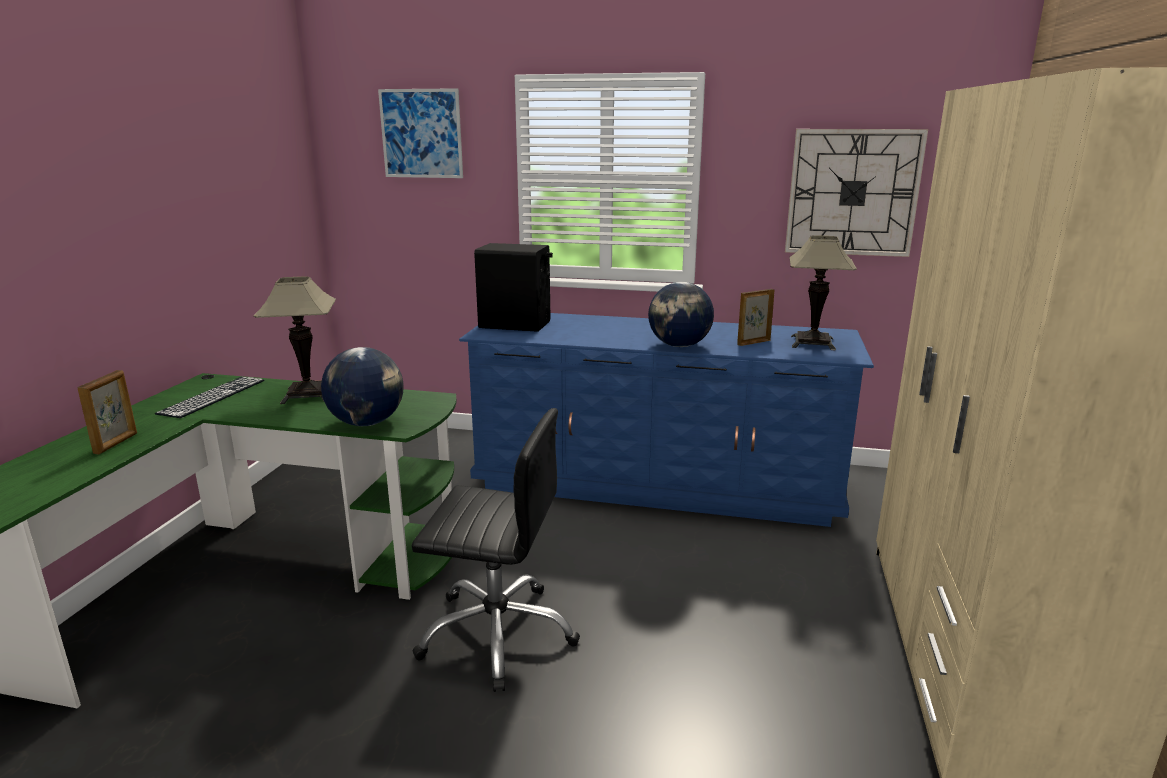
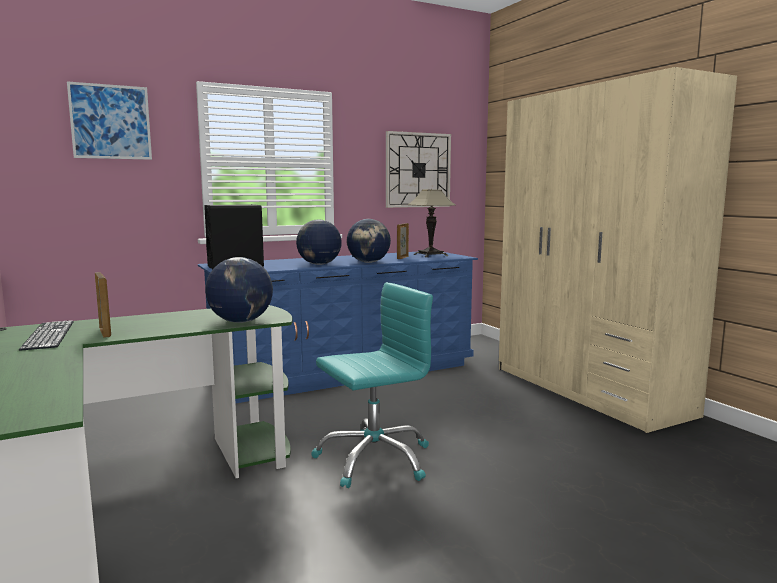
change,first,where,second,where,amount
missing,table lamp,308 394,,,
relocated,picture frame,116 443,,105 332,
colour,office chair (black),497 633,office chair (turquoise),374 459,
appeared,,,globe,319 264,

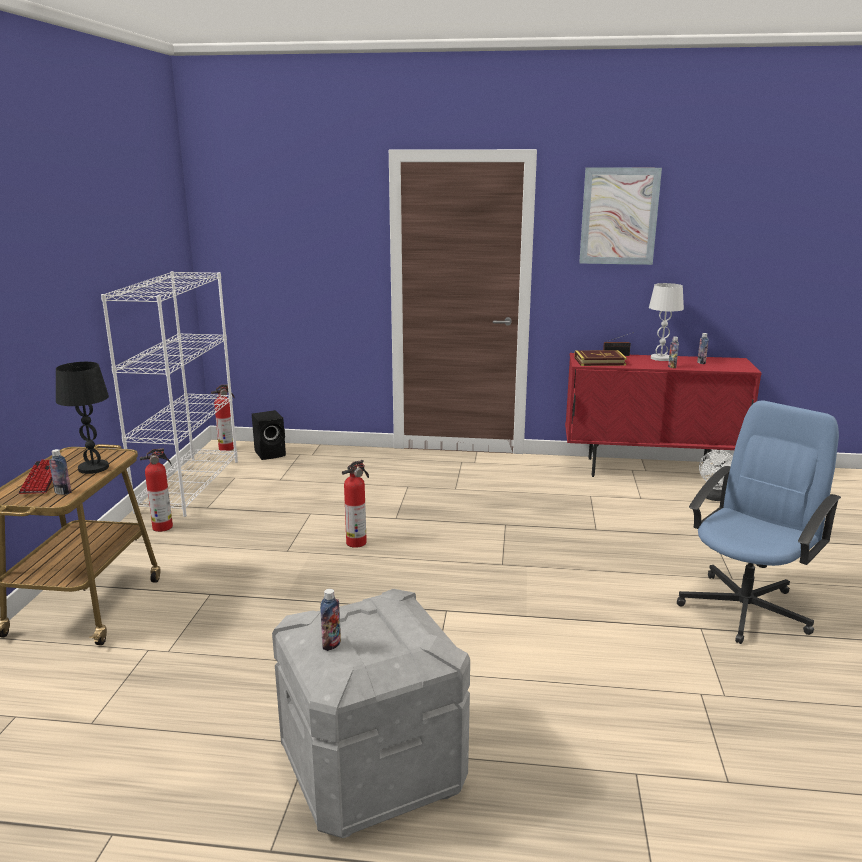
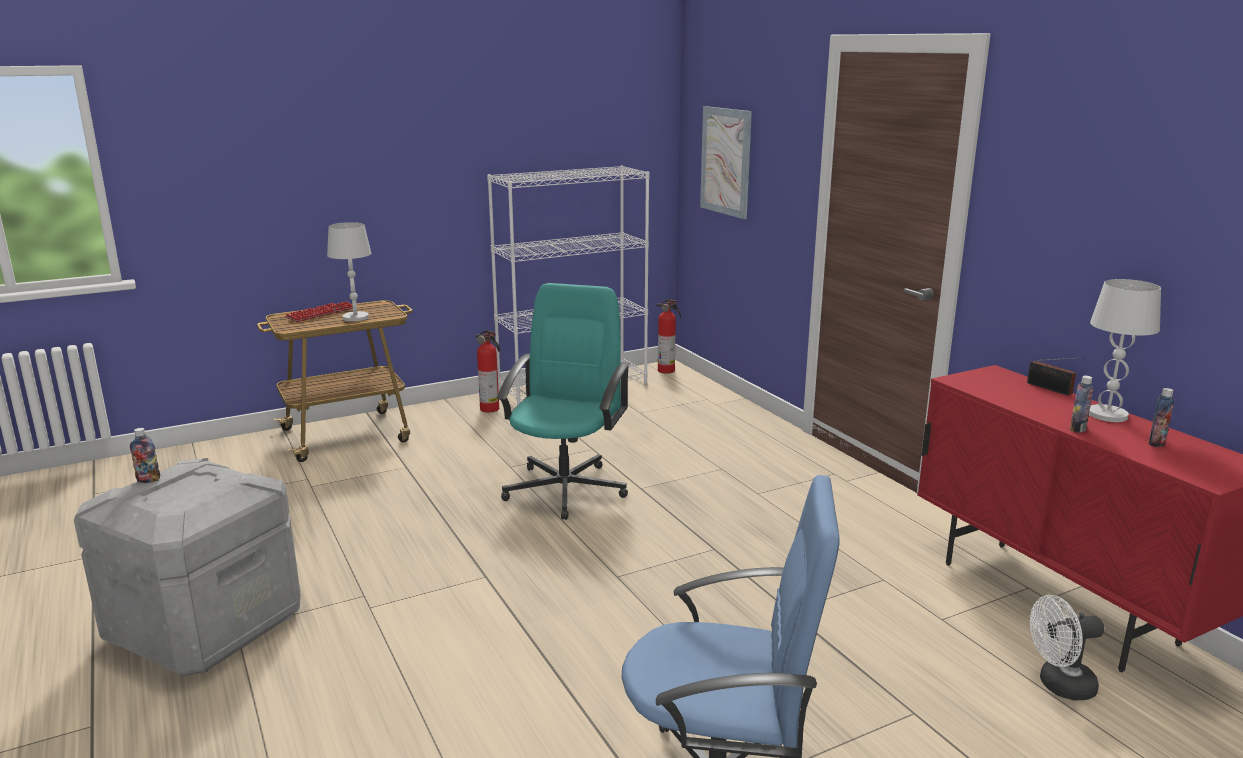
change,first,where,second,where,amount
relocated,picture,619 216,,725 161,
missing,book,599 361,,,
colour,table lamp (black),93 468,table lamp (white),355 317,
missing,speaker (black),271 453,,,
missing,bottle,63 492,,,
exchanged,fire extinguisher,357 542,office chair (turquoise),566 489,

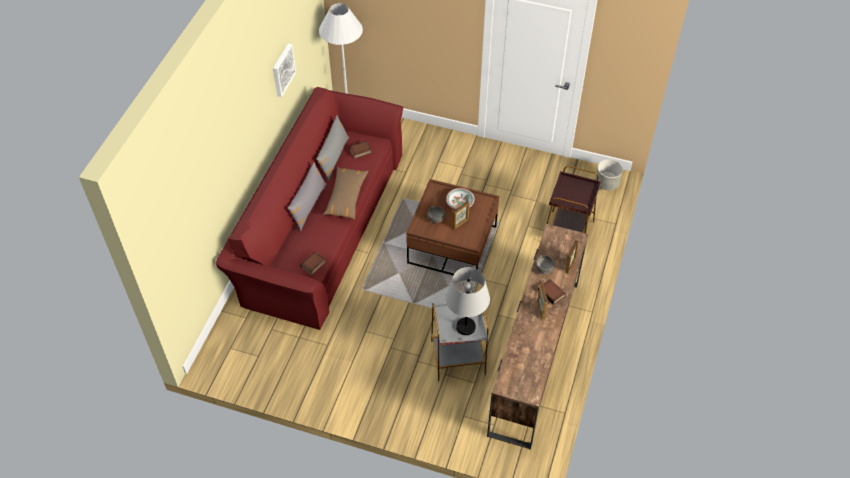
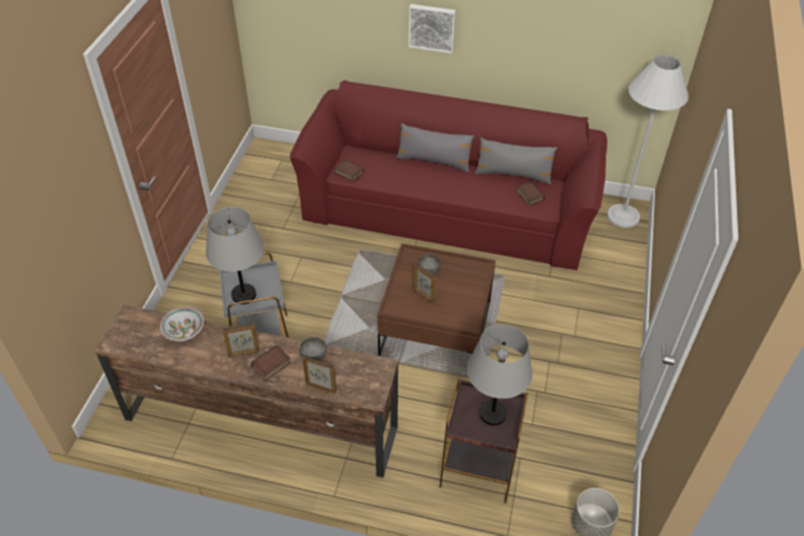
change,first,where,second,where,amount
relocated,picture,282 69,,432 27,
missing,pillow (brown),346 197,,,
relocated,bowl,459 204,,183 331,
appeared,,,table lamp (grey),492 413,

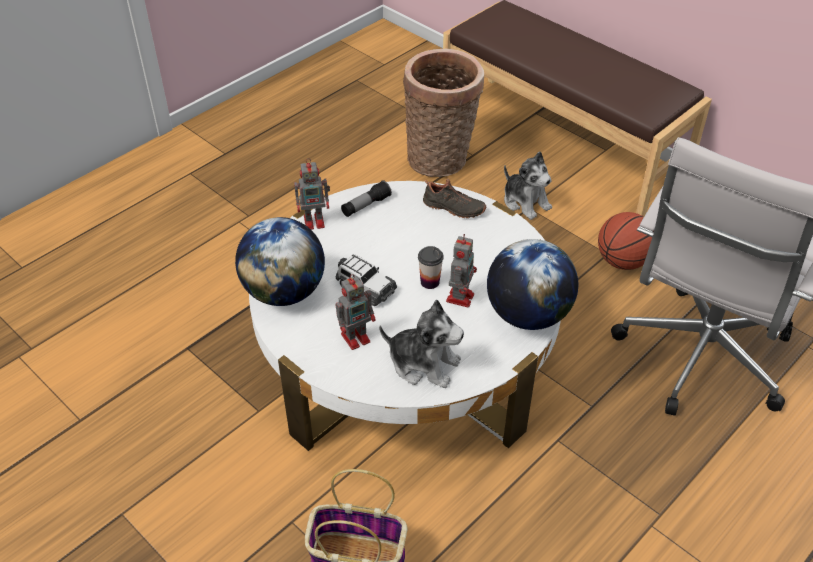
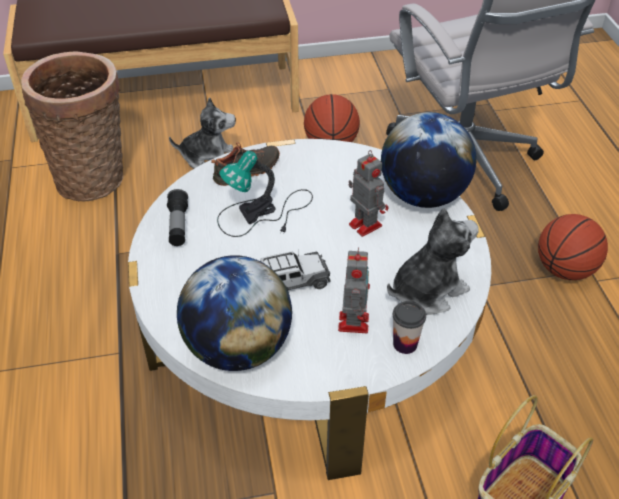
change,first,where,second,where,amount
missing,toy robot,315 221,,,
relocated,cup,430 282,,405 344,
appeared,,,table lamp,264 213,
appeared,,,basketball,564 269,

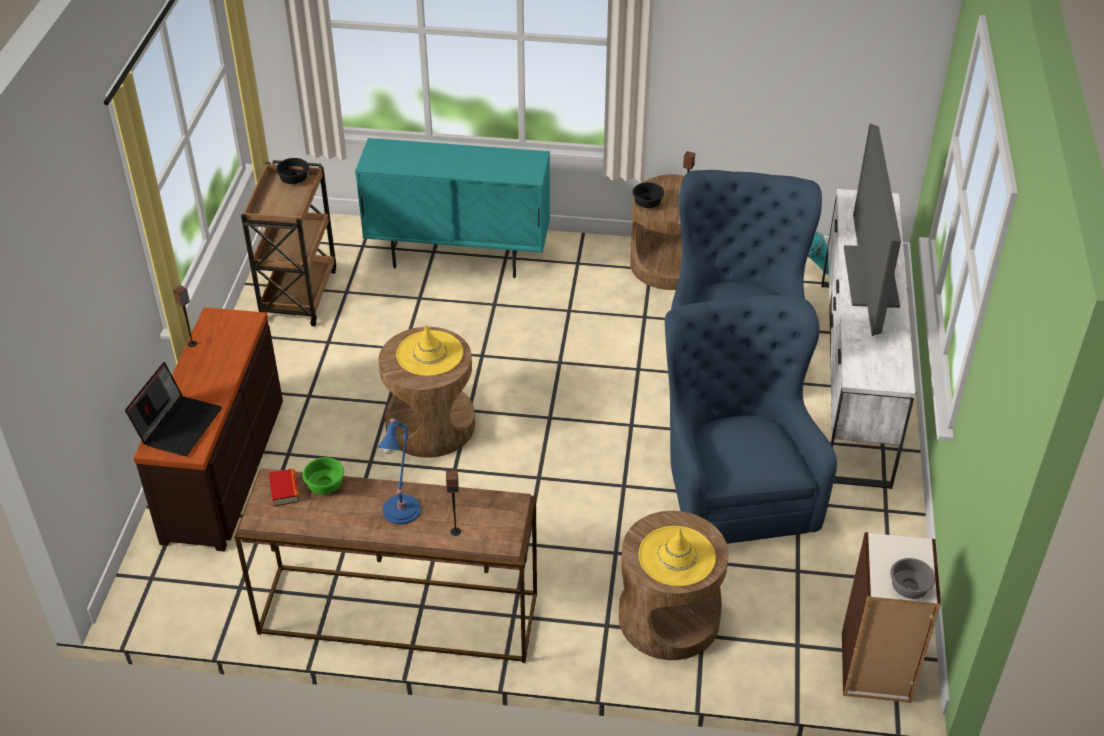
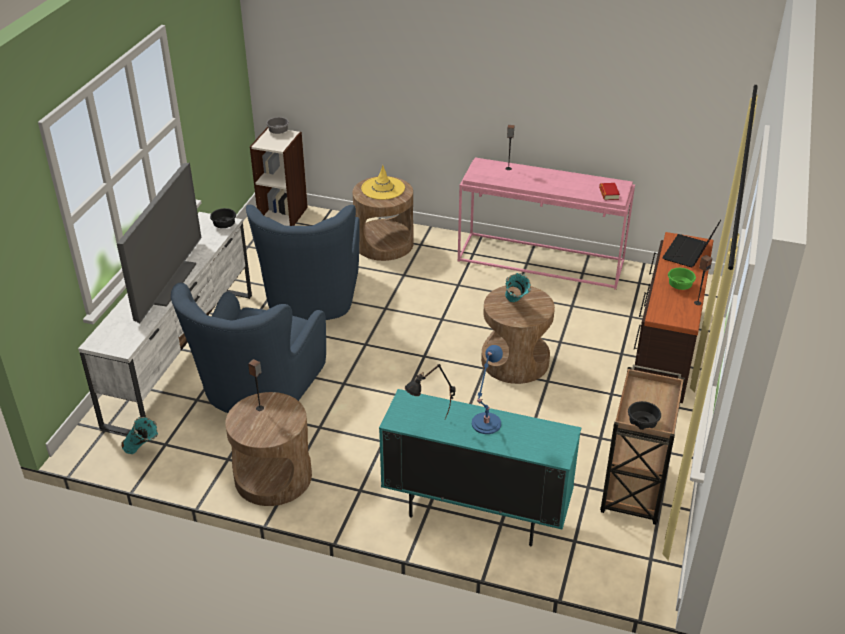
change,first,where,second,where,amount
relocated,bowl (black),646 203,,225 225,
exchanged,hat (yellow),430 354,vase (turquoise),515 306,
relocated,table lamp (blue),402 507,,485 425,
relocated,bowl (green),326 486,,679 285,
colour,console table (brown),396 615,console table (pink),542 260,
appeared,,,table lamp (black),430 427,

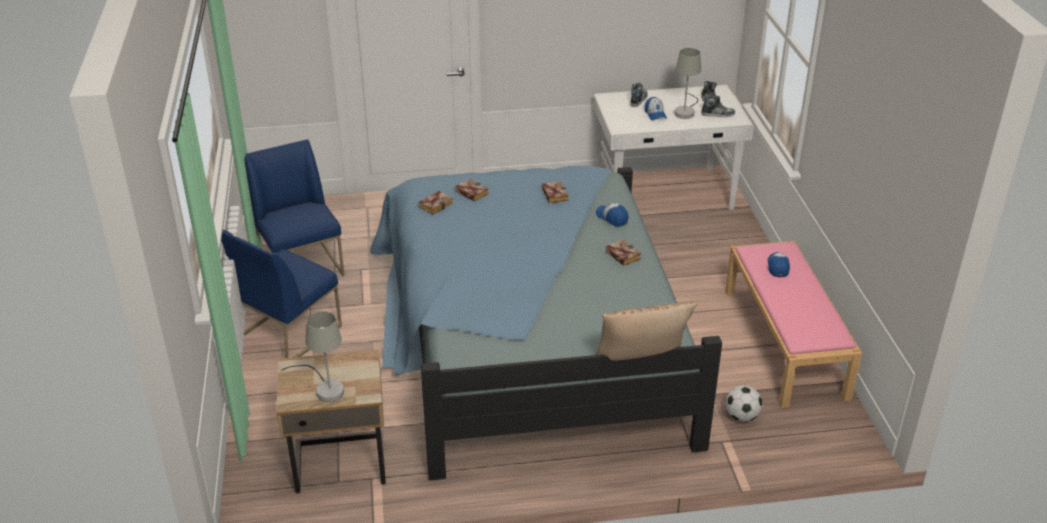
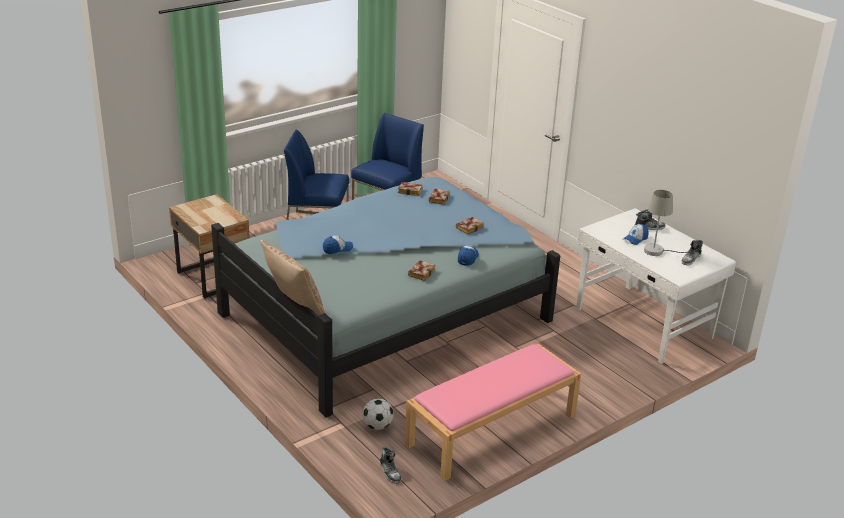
change,first,where,second,where,amount
relocated,shoe,717 114,,390 472,
relocated,cap,778 267,,337 249,
missing,table lamp (grey),325 388,,,

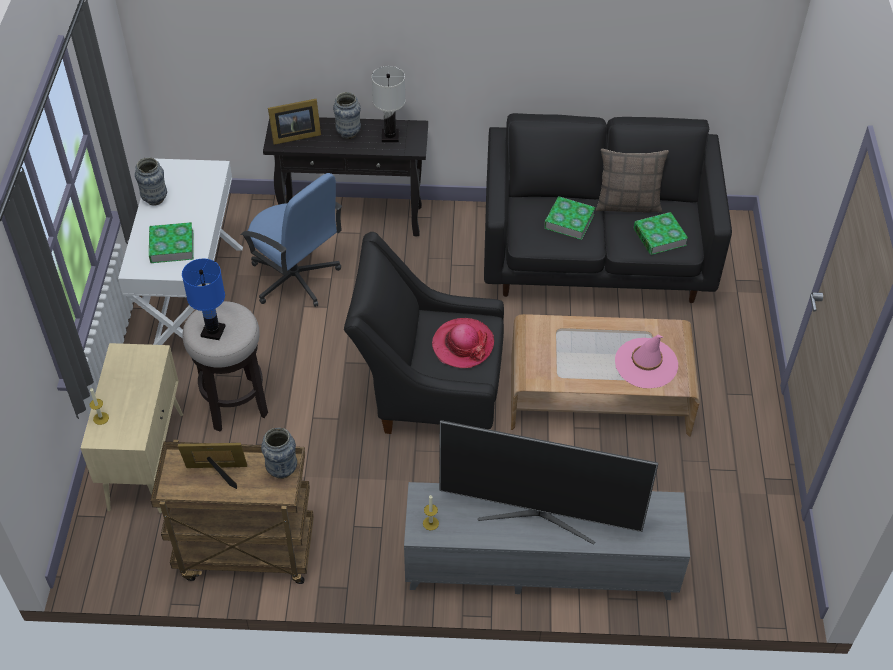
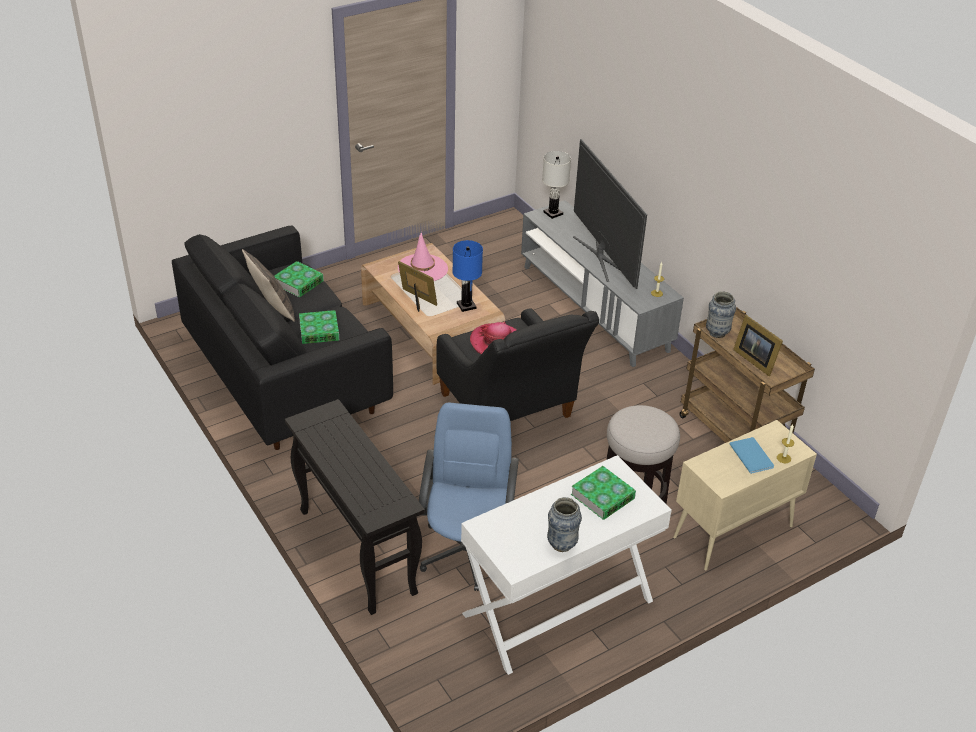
change,first,where,second,where,amount
relocated,table lamp (white),390 136,,553 213,
missing,vase,348 133,,,
relocated,picture frame,294 135,,417 300,
relocated,table lamp (blue),213 331,,466 306,
appeared,,,book (blue),752 455,

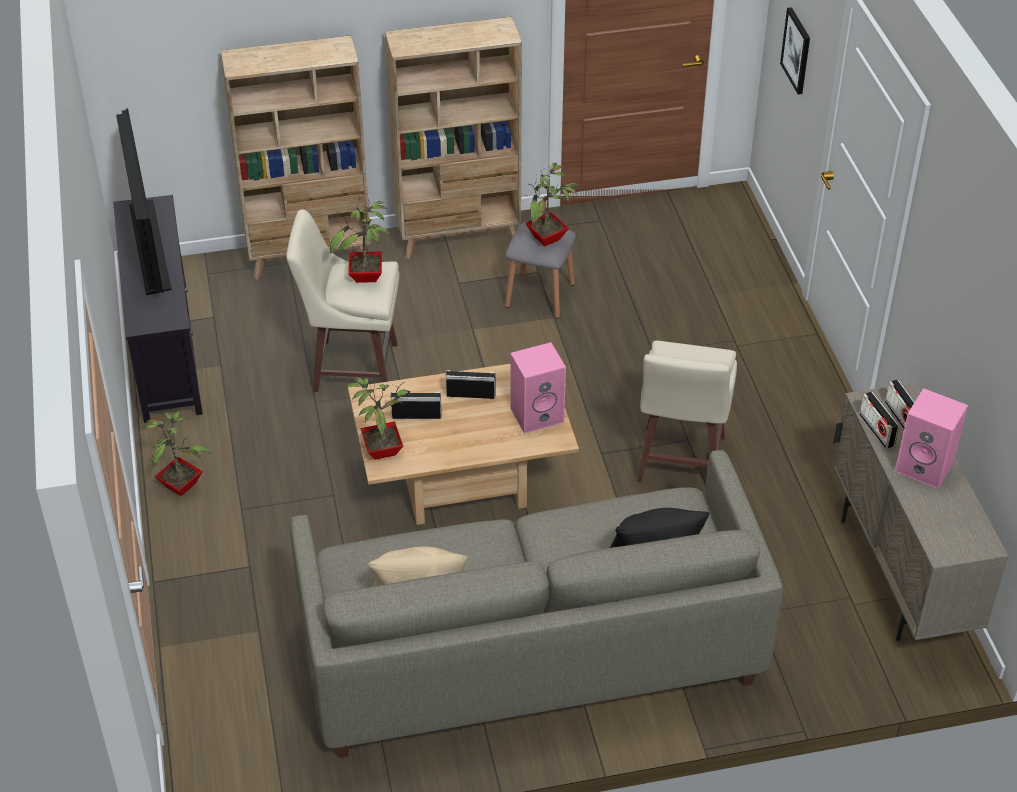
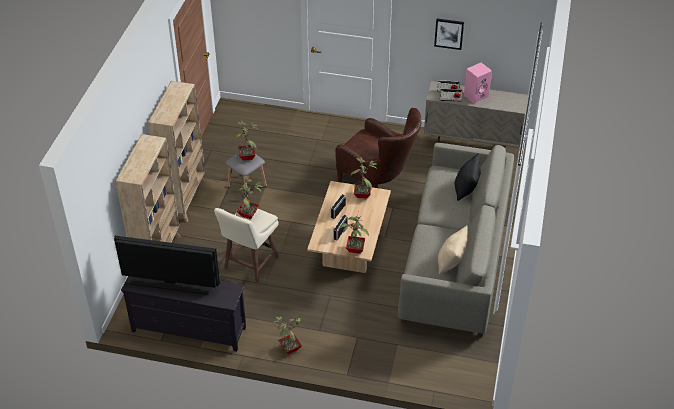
change,first,where,second,where,amount
relocated,picture,797 50,,449 33,
exchanged,stool (beige),679 461,armchair (brown),378 181,
exchanged,speaker (pink),538 414,potted plant,363 195,

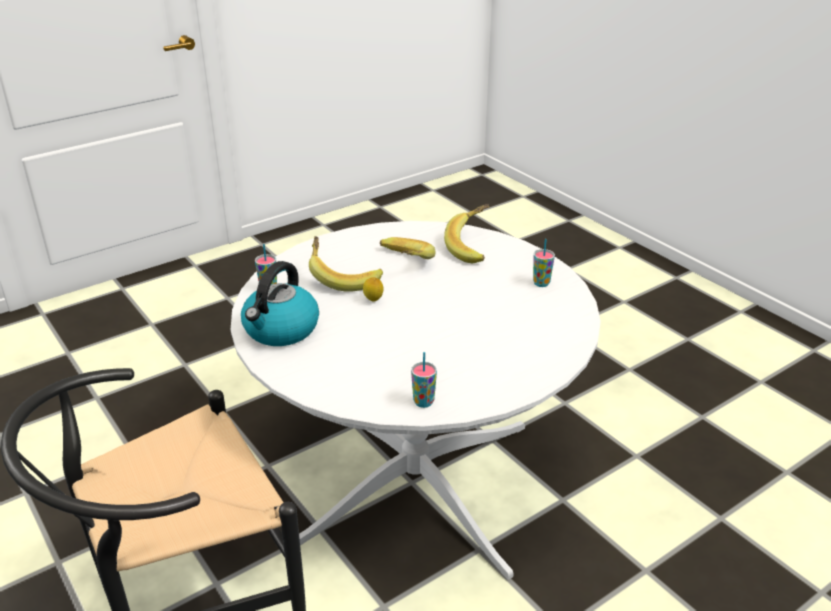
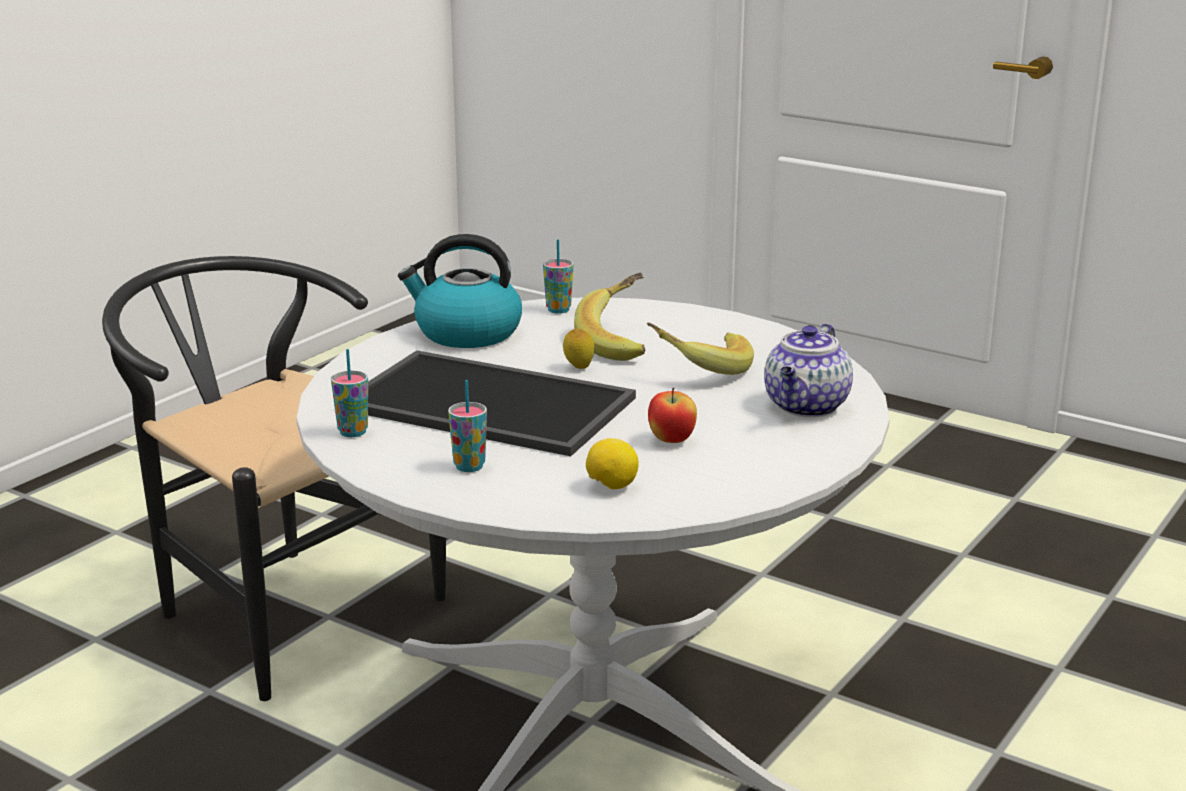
change,first,where,second,where,amount
exchanged,banana,474 247,teapot,806 407,
relocated,cup,541 283,,469 466,
appeared,,,tray,492 402,
appeared,,,apple,671 441,
appeared,,,lemon,611 487,

